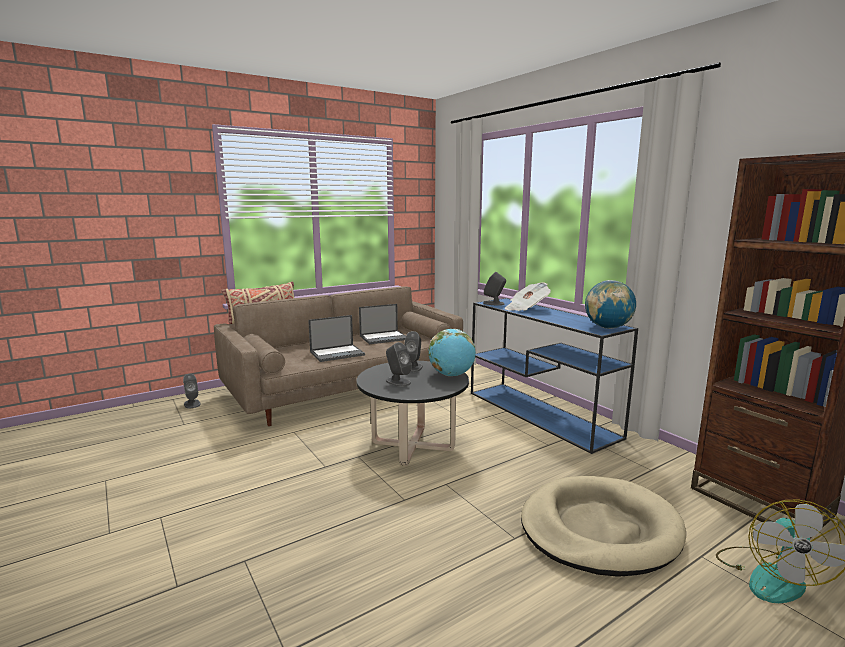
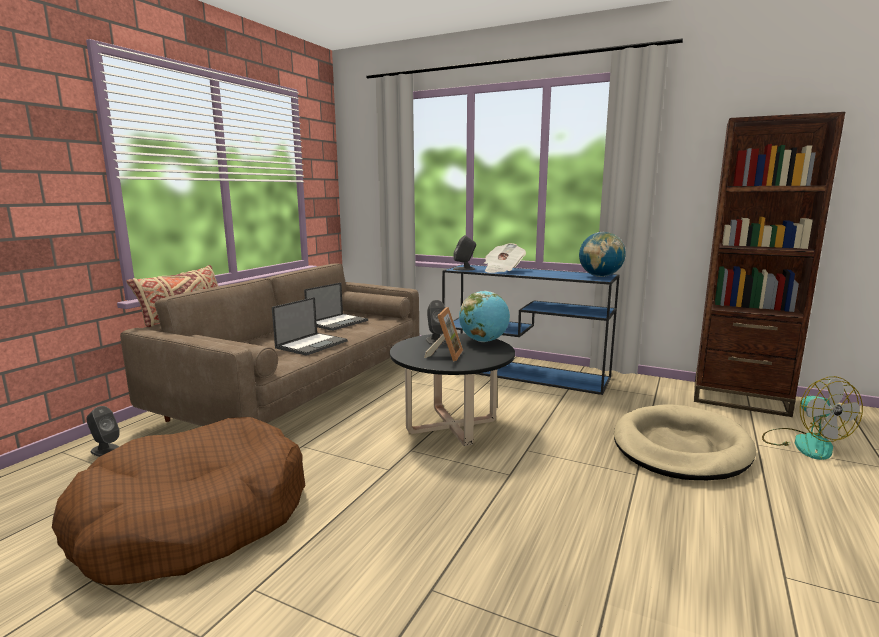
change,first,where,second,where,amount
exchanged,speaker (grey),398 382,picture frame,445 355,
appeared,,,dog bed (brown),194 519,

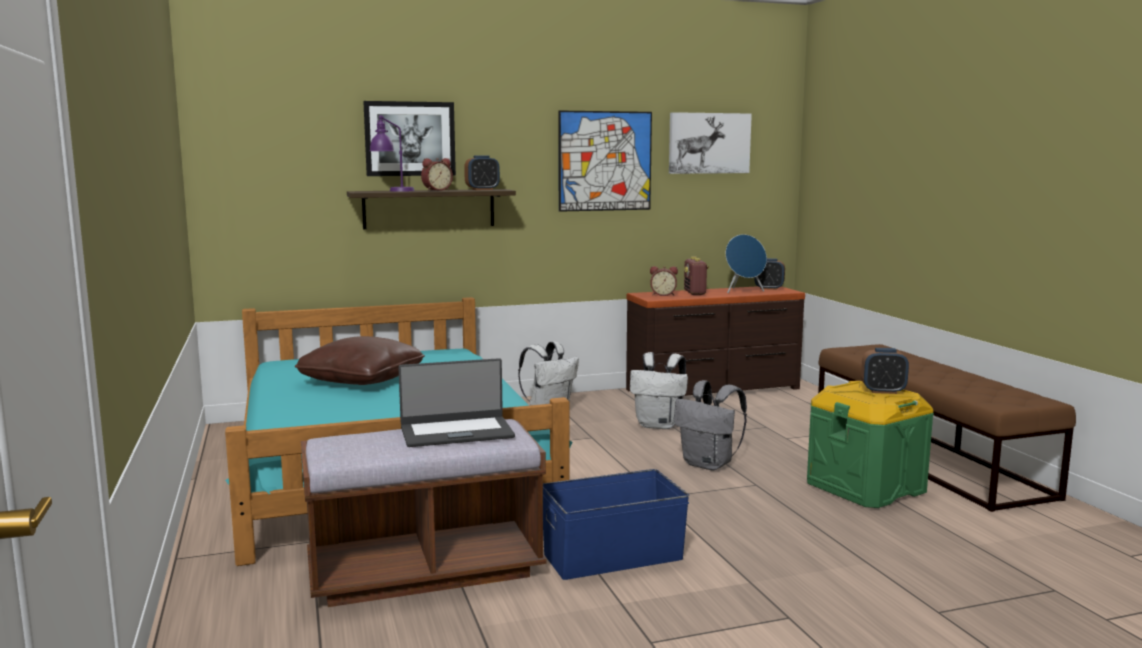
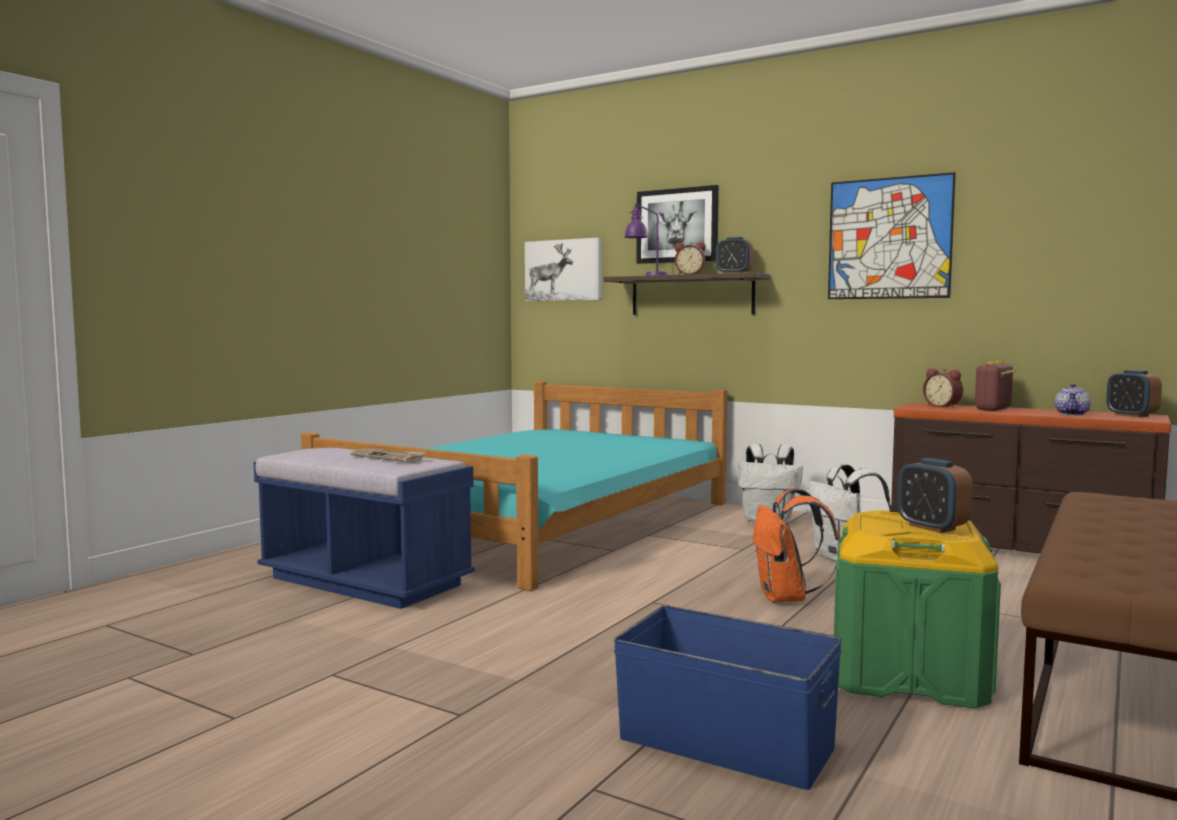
change,first,where,second,where,amount
relocated,picture,709 143,,564 270,
exchanged,speaker (blue),743 291,teapot,1072 414,
missing,pillow (brown),361 380,,,
exchanged,laptop,456 432,newspaper,389 457,
colour,backpack (grey),709 464,backpack (orange),786 598,
colour,bench (brown),425 571,bench (blue),365 581,
relocated,storage box (blue),614 557,,726 744,

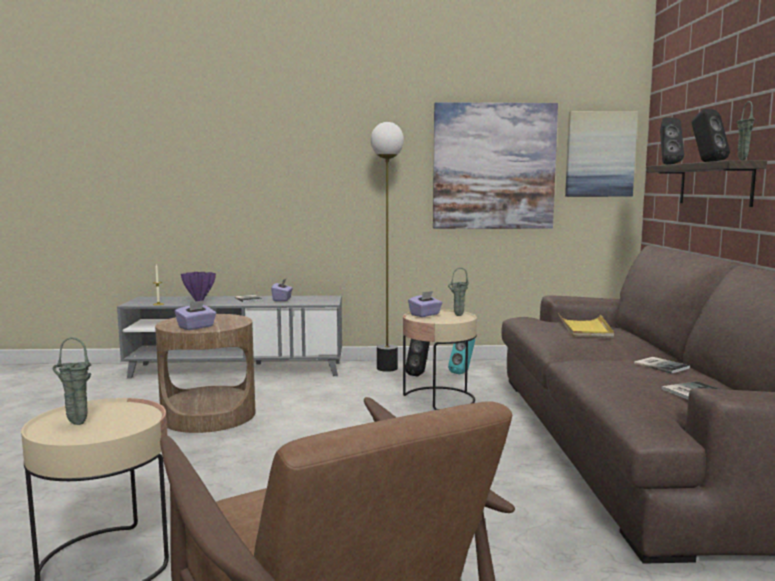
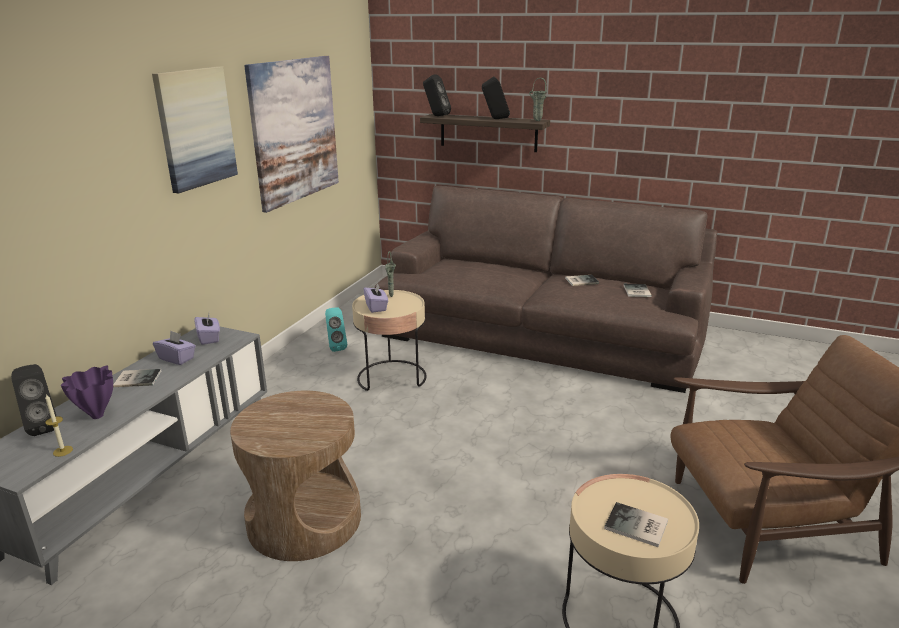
change,first,where,second,where,amount
relocated,picture,600 154,,195 128,
missing,floor lamp,387 368,,,
relocated,tissue box (purple),196 327,,209 338,
missing,tray (yellow),585 329,,,
exchanged,vase (green),75 424,book,637 526,
relocated,speaker (black),419 374,,43 427,

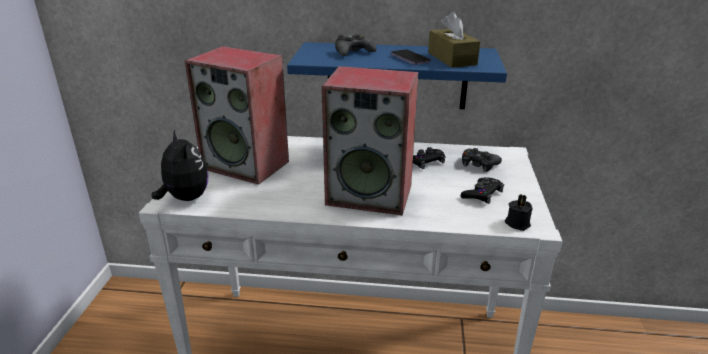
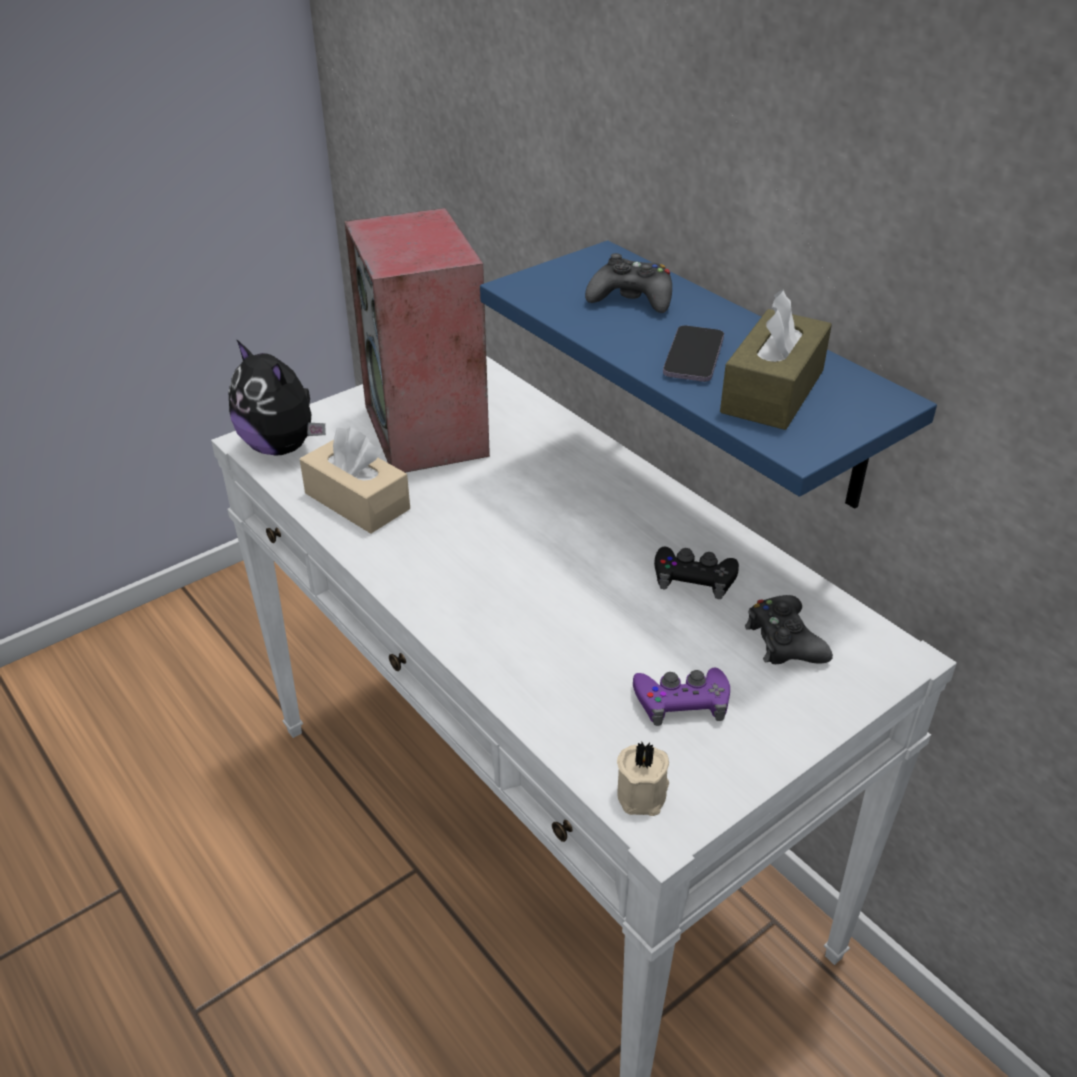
change,first,where,second,where,amount
missing,speaker,371 194,,,
spun,plush toy,185 198,,282 447,120 degrees clockwise
colour,game controller (black),482 194,game controller (purple),681 701,
colour,candle (black),517 223,candle (beige),644 794,
appeared,,,tissue box (beige),357 501,

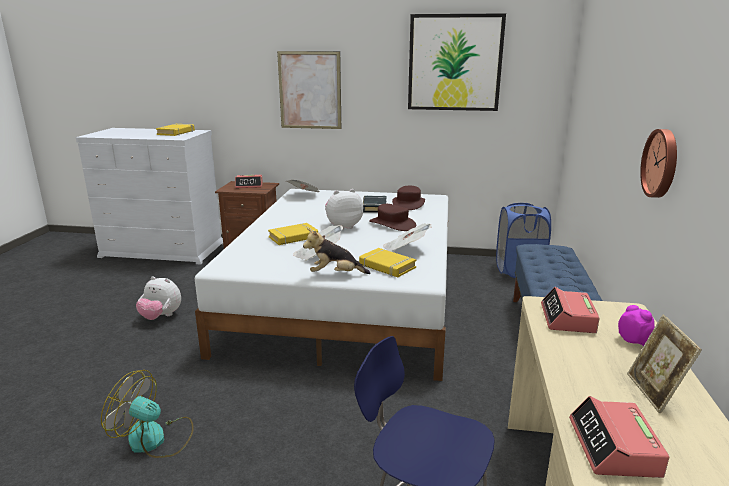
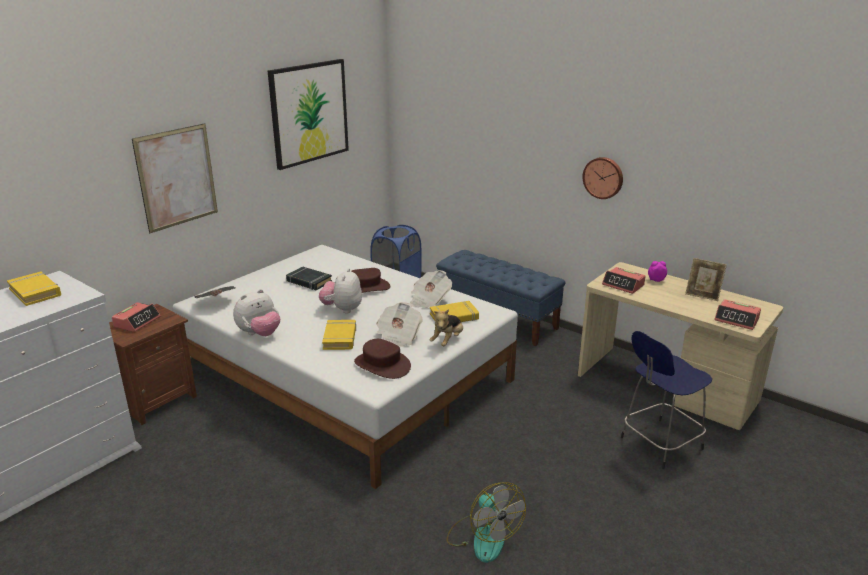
change,first,where,second,where,amount
relocated,hat (brown),408 204,,382 365,
relocated,plush toy,161 316,,259 334,
spun,fan,155 439,,483 537,75 degrees counterclockwise

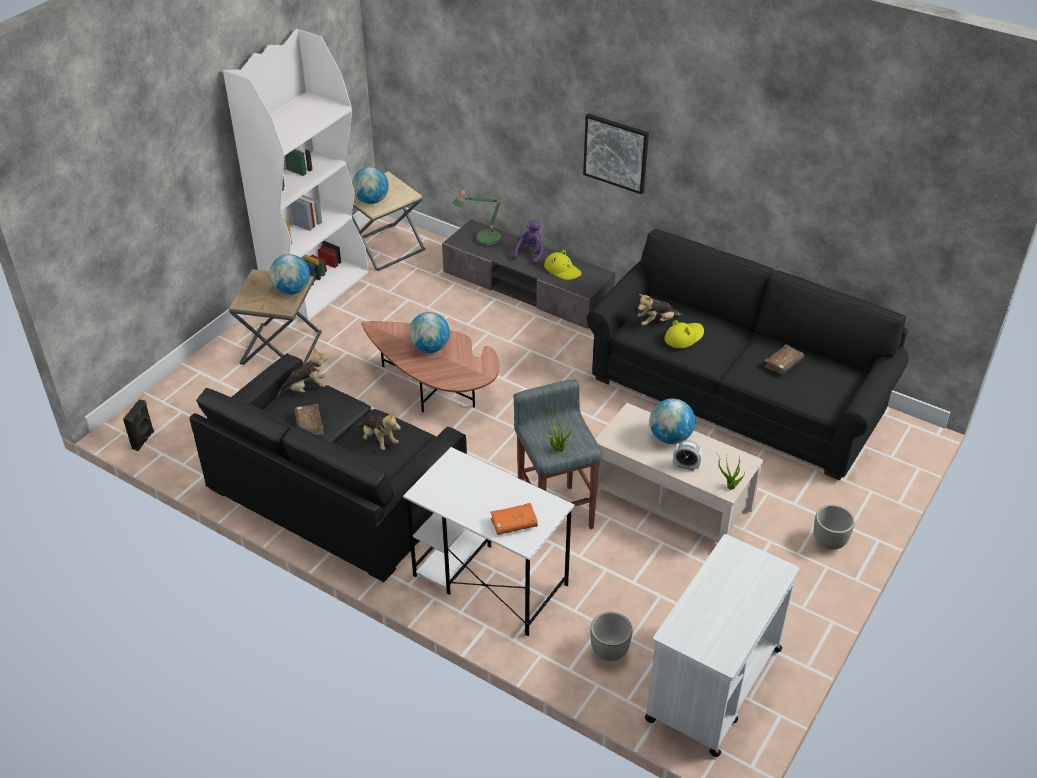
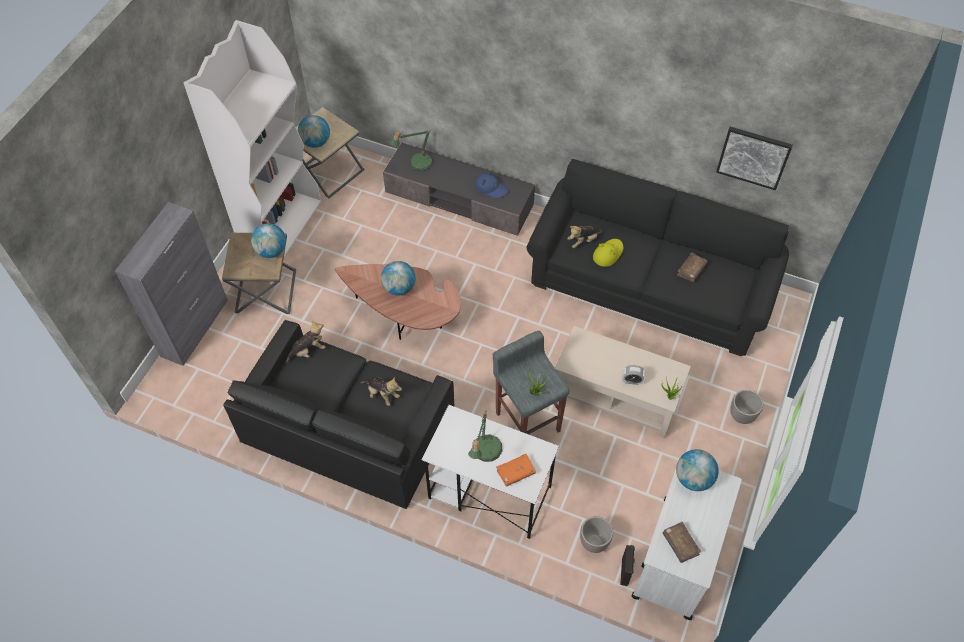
change,first,where,second,where,amount
relocated,picture,616 153,,753 157,
missing,plush toy (purple),530 254,,,
colour,hat (yellow),562 270,hat (blue),491 188,
relocated,globe,670 437,,693 478,
relocated,speaker (black),144 440,,625 572,
relocated,book (brown),309 424,,680 544,
appeared,,,cabinet (grey),195 327,
appeared,,,table lamp,485 453,

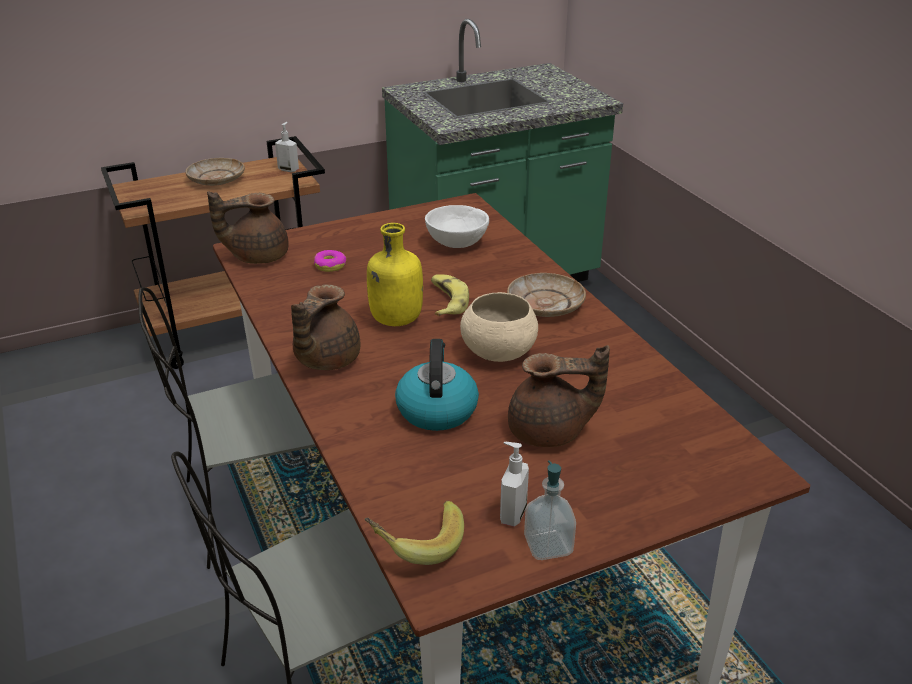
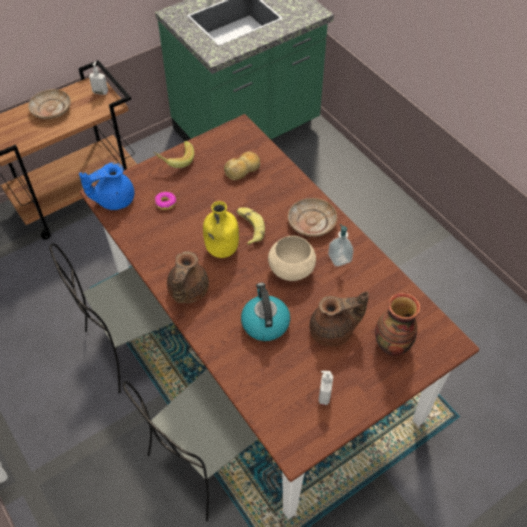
change,first,where,second,where,amount
colour,teapot (brown),257 256,teapot (blue),114 199,
exchanged,bowl (white),456 243,bread,243 169,
relocated,soap dispenser,548 545,,339 258,
relocated,banana,416 543,,175 160,
appeared,,,vase,392 345,

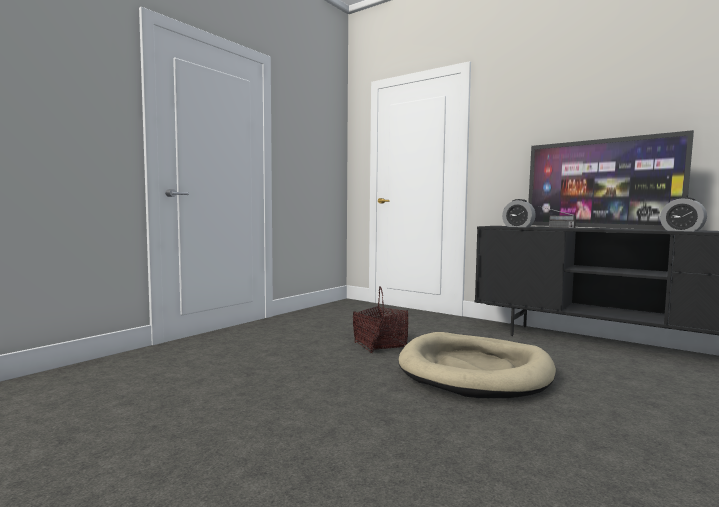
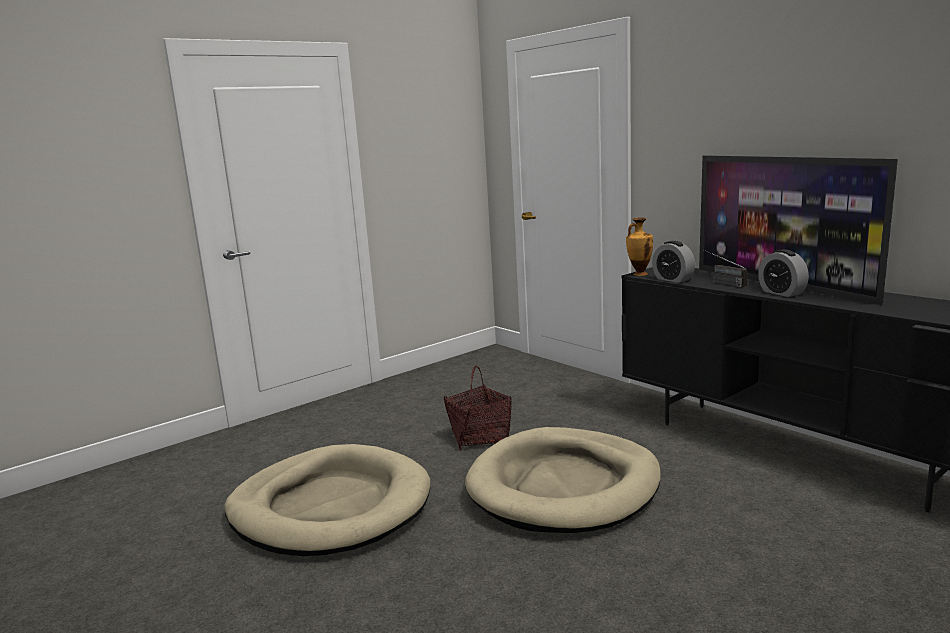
change,first,where,second,where,amount
relocated,alarm clock,682 230,,782 293,
appeared,,,vase,639 274,
appeared,,,dog bed (beige),330 507,

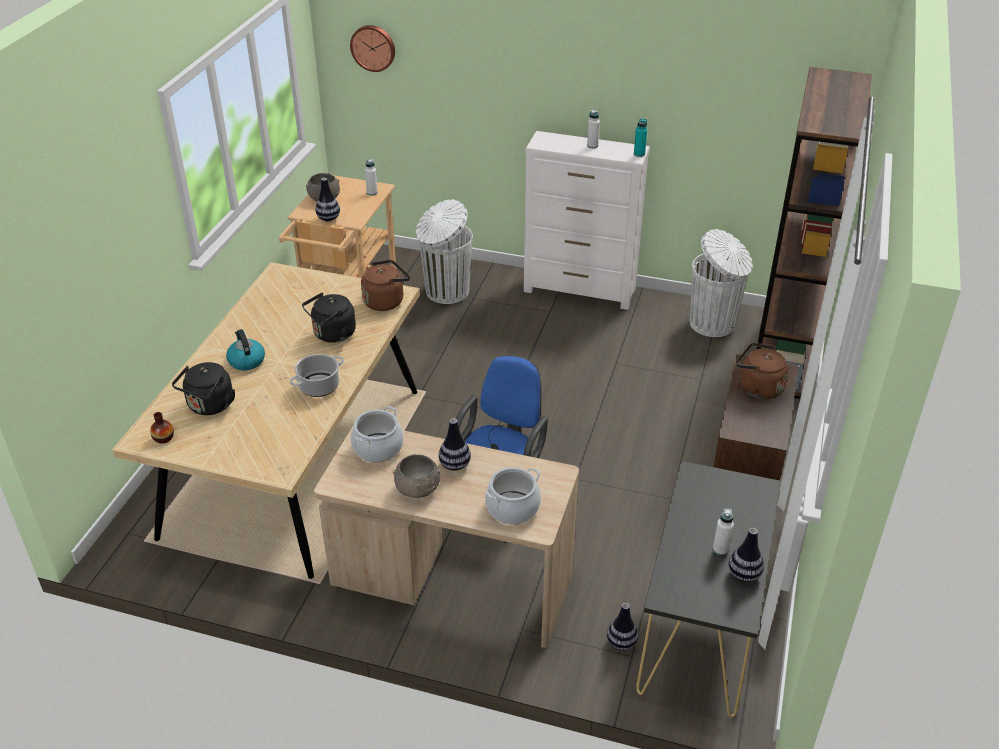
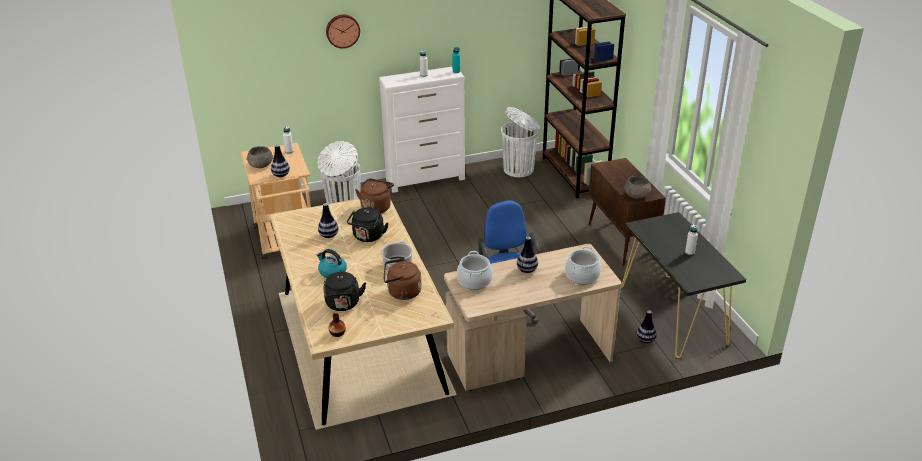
change,first,where,second,where,amount
relocated,wall clock,373 47,,342 30,
relocated,kettle (brown),757 388,,402 292,
relocated,bowl (grey),418 489,,637 195,
relocated,vase,744 575,,328 235,

